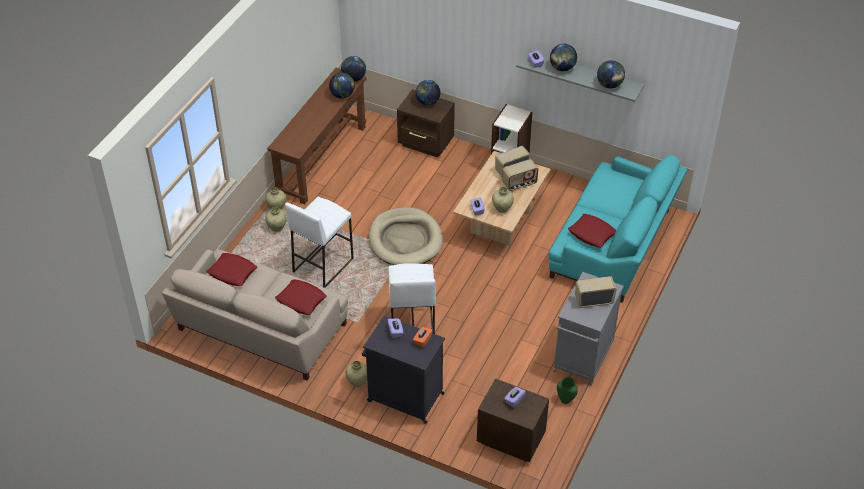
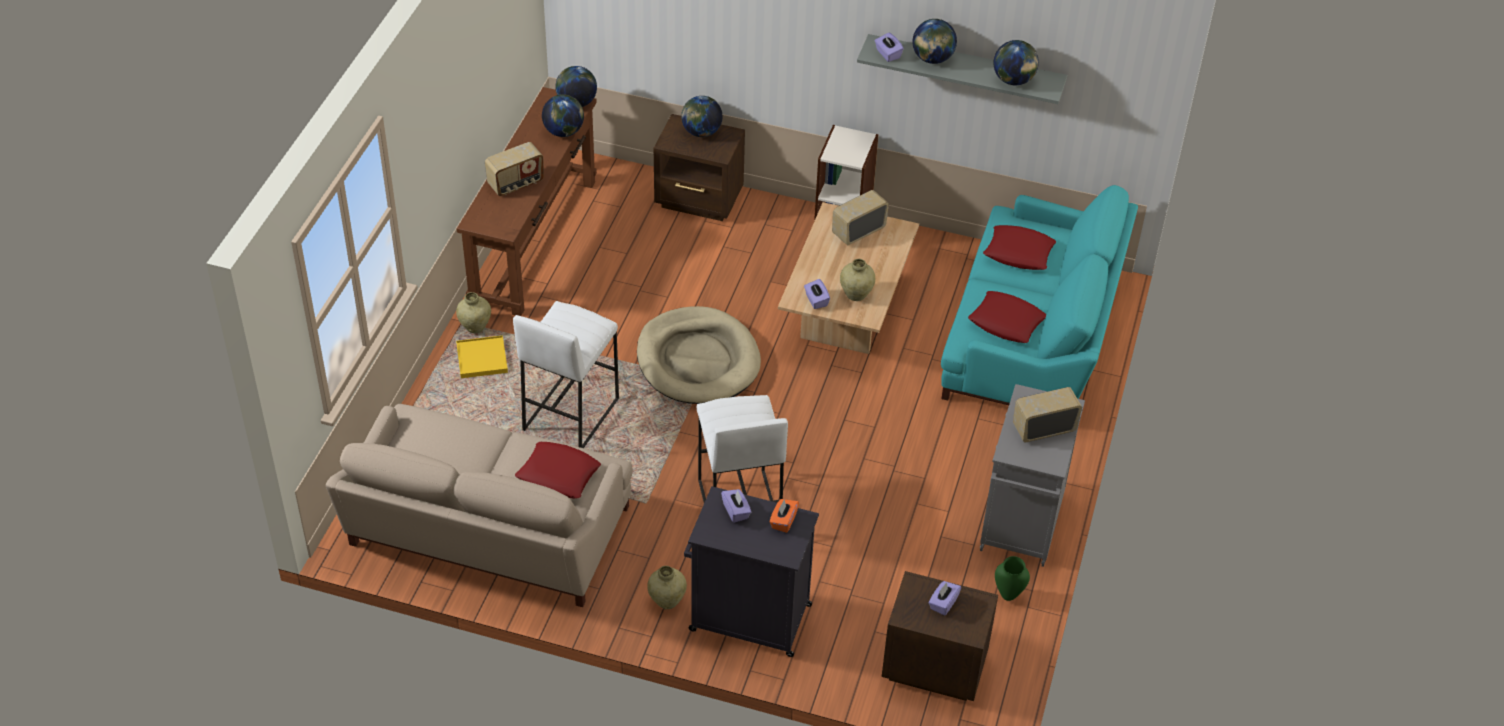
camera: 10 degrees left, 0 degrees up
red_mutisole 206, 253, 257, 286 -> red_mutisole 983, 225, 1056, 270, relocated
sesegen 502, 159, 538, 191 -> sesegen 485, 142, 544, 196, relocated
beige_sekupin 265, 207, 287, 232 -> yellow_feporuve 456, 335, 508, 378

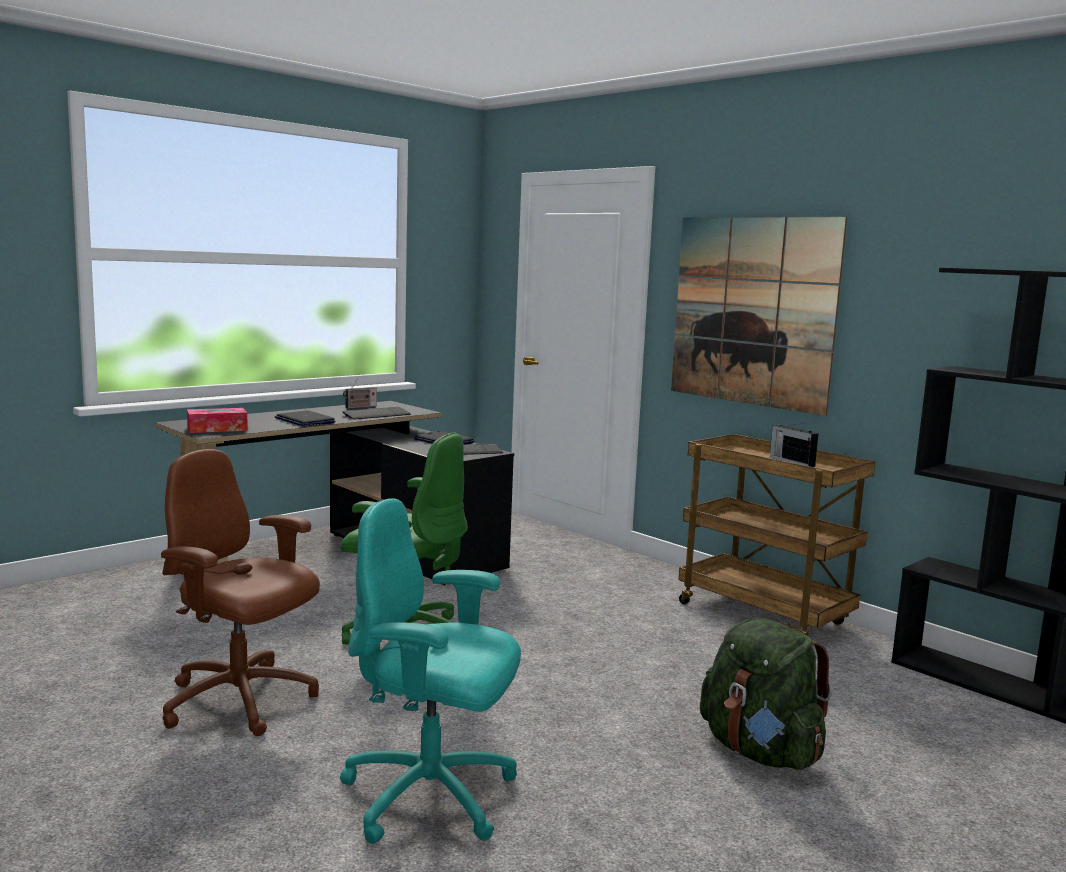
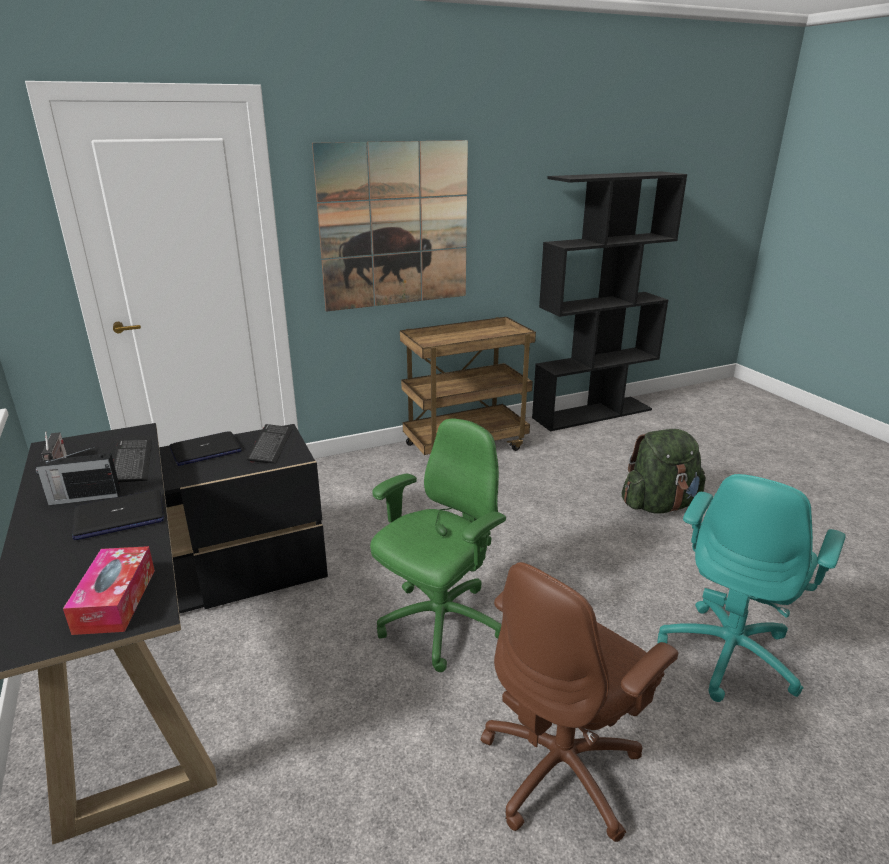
camera: 70 degrees left, 15 degrees up
sesegen 770, 423, 819, 467 -> sesegen 36, 446, 121, 505, relocated

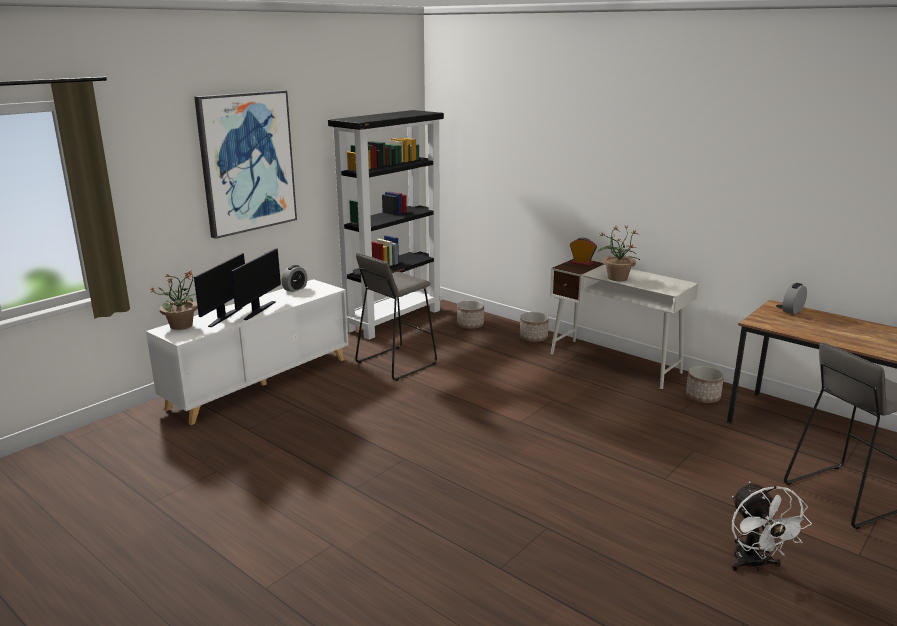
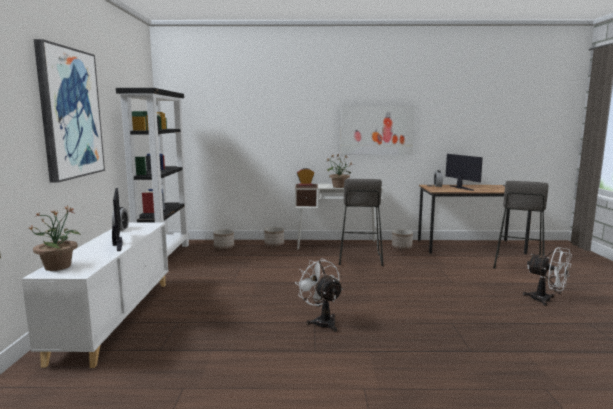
camera: 40 degrees left, 10 degrees down
none -> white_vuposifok 295, 258, 343, 332
none -> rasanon 340, 106, 415, 155
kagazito 194, 253, 245, 327 -> kagazito 446, 154, 483, 191, relocated
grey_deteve 355, 253, 437, 381 -> grey_deteve 339, 179, 384, 266, relocated

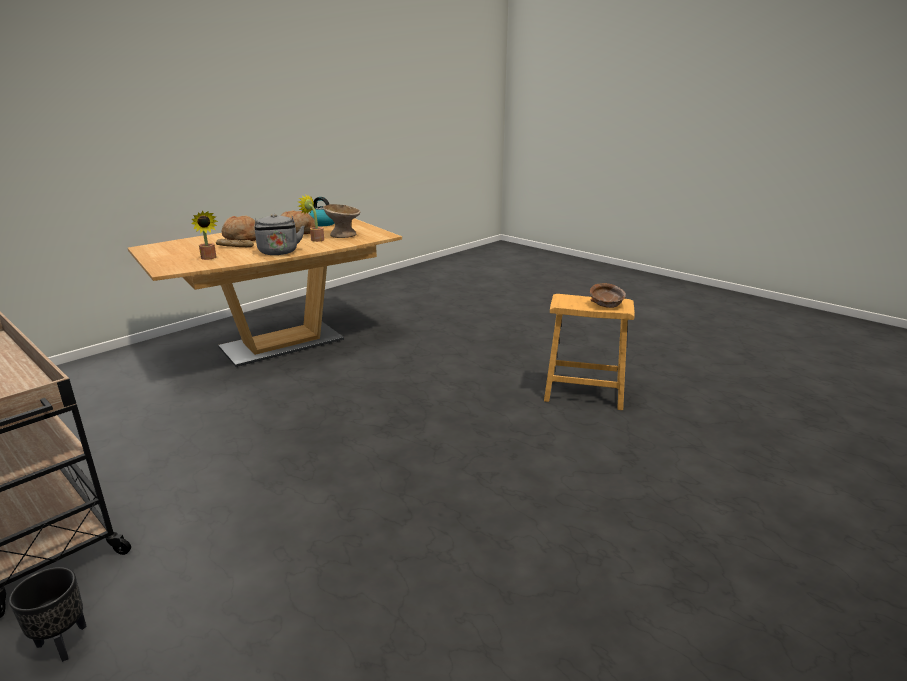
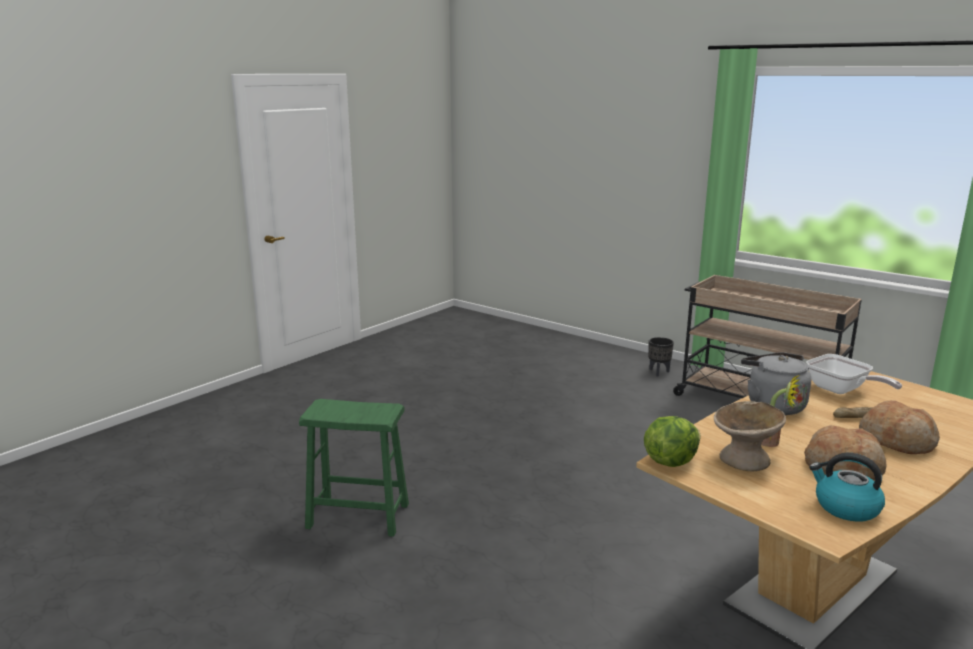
camera: 175 degrees right, 5 degrees down
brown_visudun 590, 283, 626, 308 -> none
none -> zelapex 644, 416, 701, 467
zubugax 191, 211, 218, 260 -> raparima 806, 354, 902, 394
brown_deteve 544, 294, 635, 410 -> green_deteve 299, 399, 409, 537

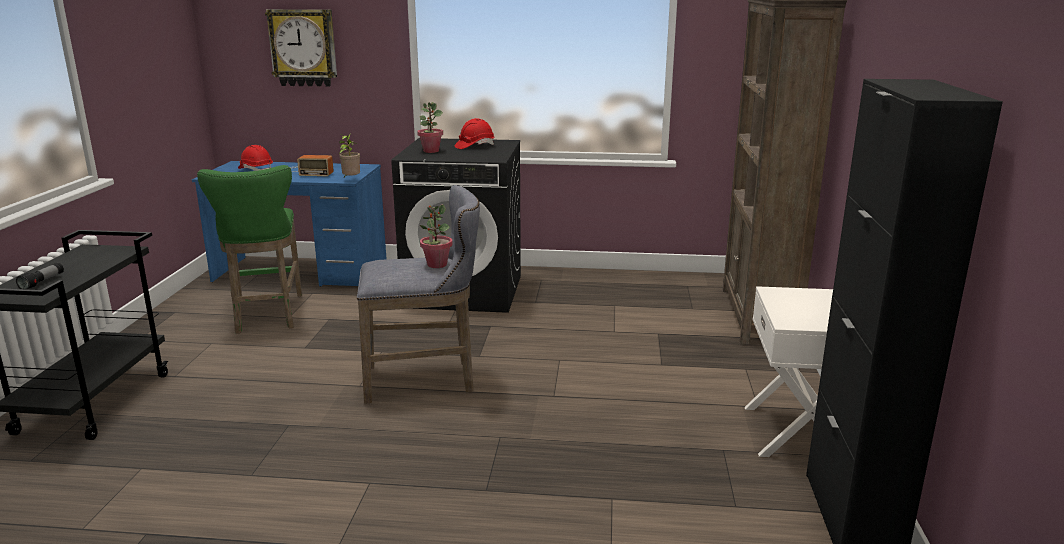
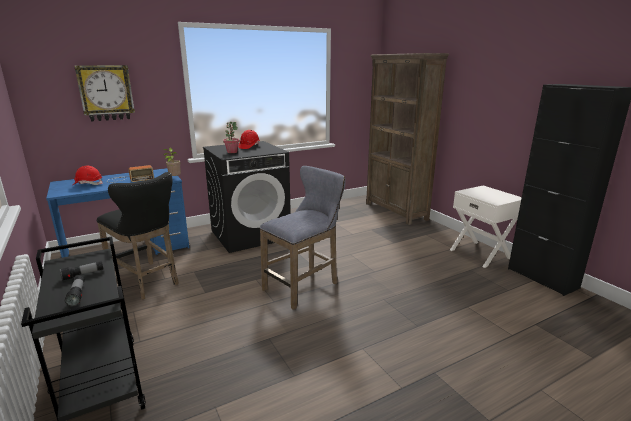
camera: 35 degrees left, 0 degrees up
zubugax 420, 204, 453, 268 -> none
none -> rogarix 60, 261, 103, 281
green_deteve 197, 165, 302, 334 -> black_deteve 97, 172, 179, 300

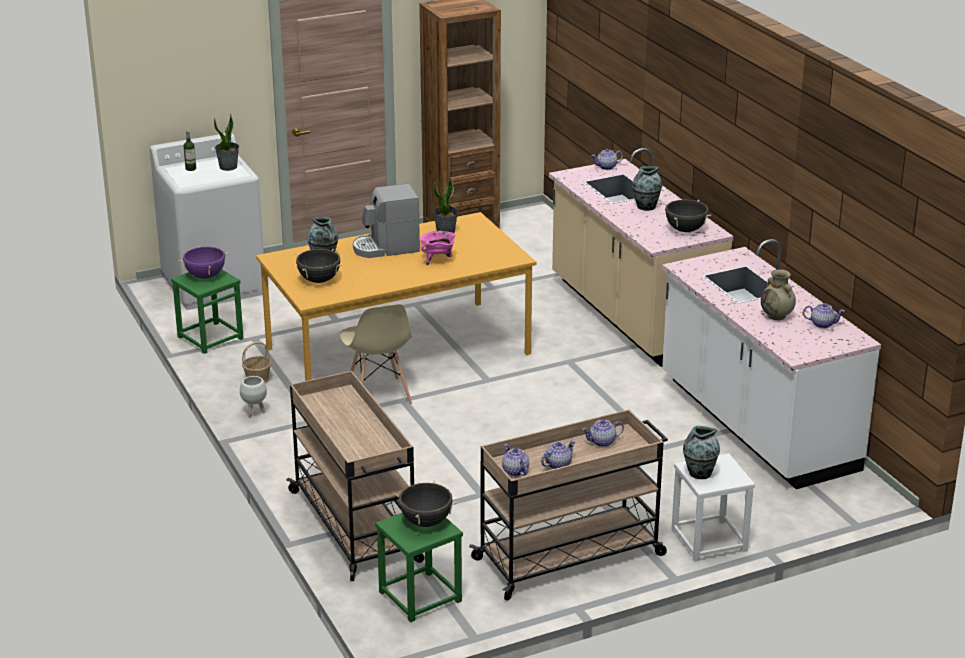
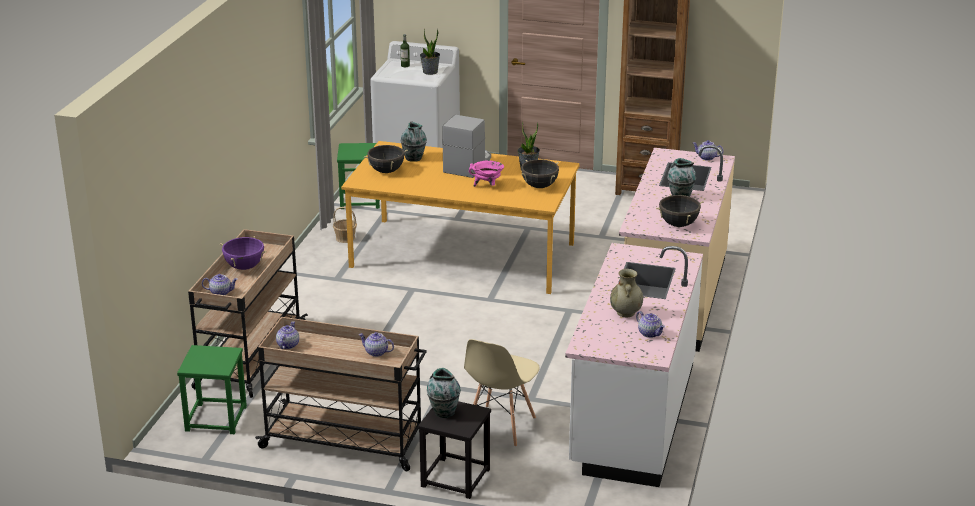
camera: 40 degrees right, 0 degrees up
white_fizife 240, 376, 267, 418 -> none
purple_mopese 178, 246, 230, 279 -> purple_mopese 220, 236, 267, 270, relocated
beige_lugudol 339, 304, 412, 405 -> beige_lugudol 464, 339, 540, 447, relocated
black_mopese 393, 480, 458, 527 -> black_mopese 521, 159, 559, 188, relocated
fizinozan 541, 440, 576, 469 -> fizinozan 202, 274, 238, 295, relocated
white_deteve 671, 453, 755, 562 -> black_deteve 418, 401, 491, 499
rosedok 353, 183, 420, 258 -> rosedok 442, 115, 491, 178, 90 degrees clockwise

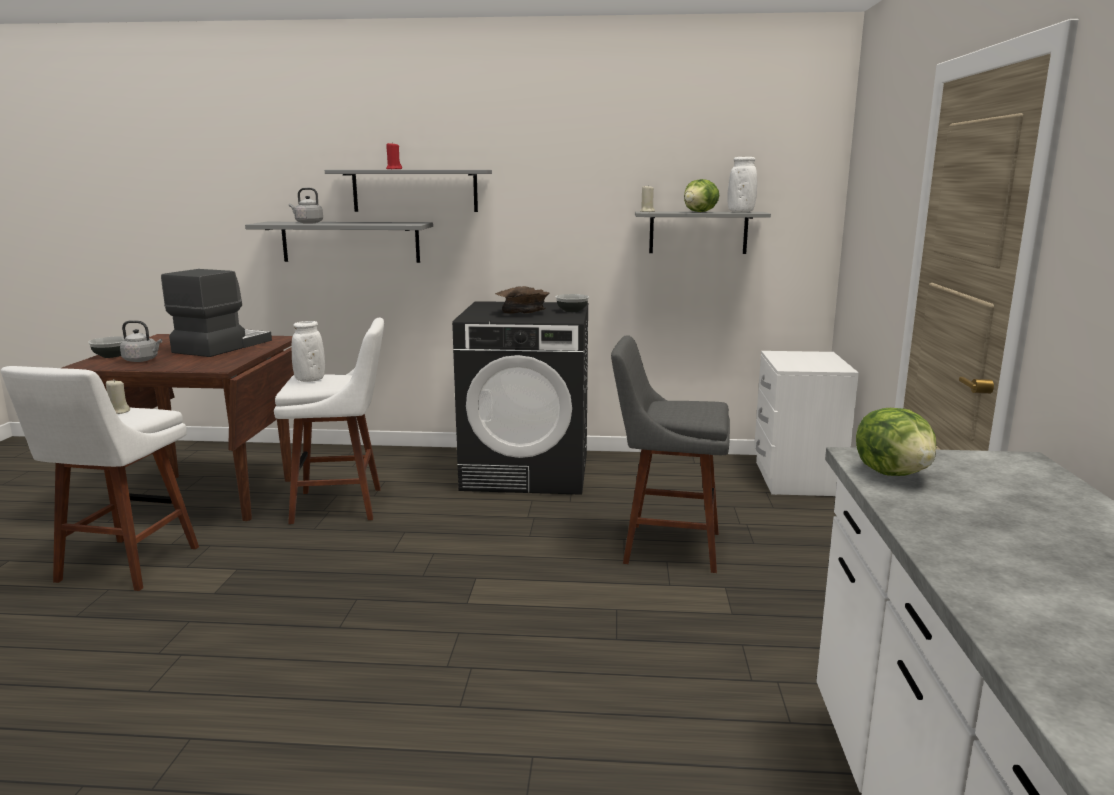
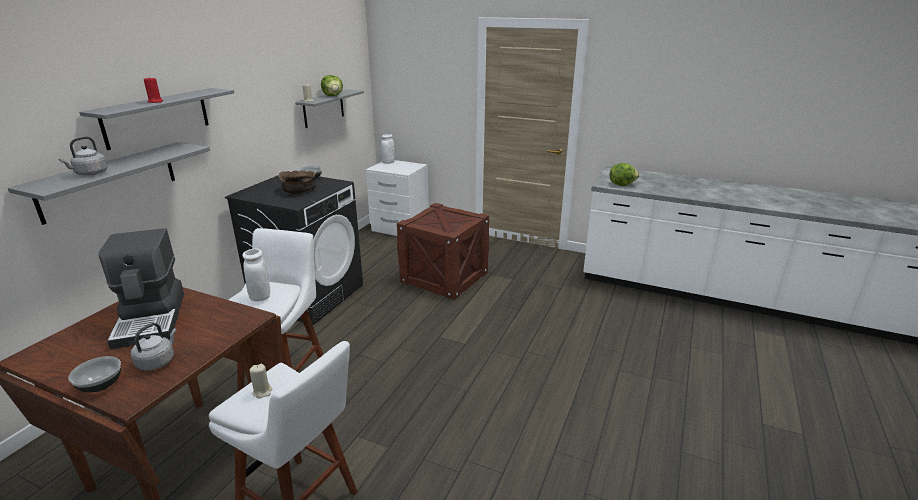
camera: 70 degrees left, 10 degrees up
white_sekupin 727, 157, 757, 212 -> white_sekupin 381, 134, 395, 164, relocated
grey_deteve 611, 335, 730, 573 -> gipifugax 397, 203, 489, 300
rosedok 161, 269, 272, 357 -> rosedok 98, 229, 184, 349, 150 degrees counterclockwise

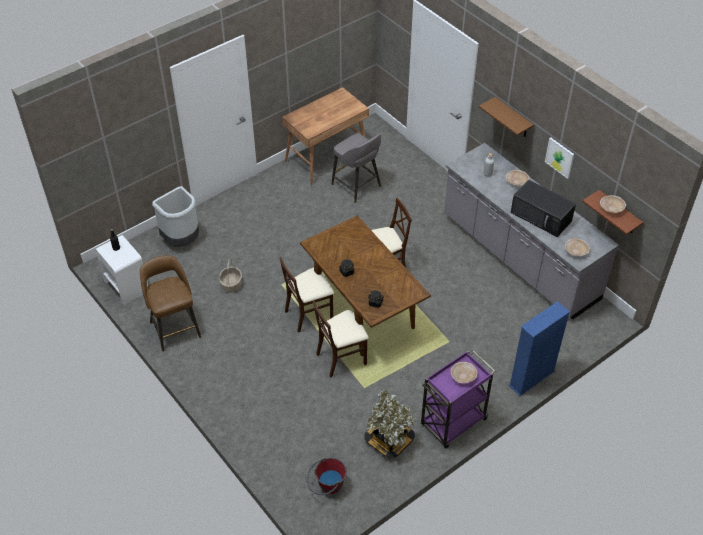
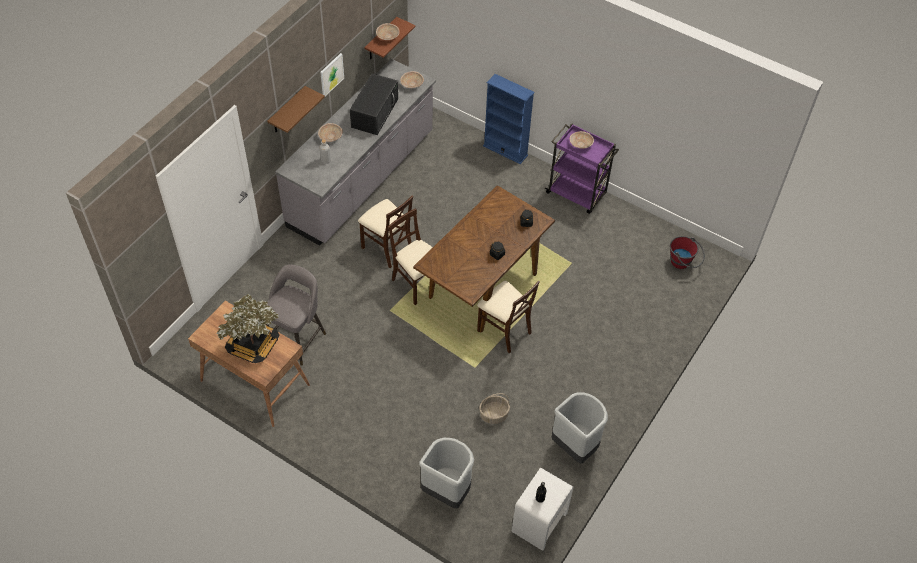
camera: 110 degrees left, 5 degrees up
beige_lugudol 313, 301, 369, 378 -> beige_lugudol 358, 196, 413, 268, relocated
zubugax 364, 389, 415, 458 -> zubugax 216, 294, 279, 363, relocated
brown_deteve 140, 255, 201, 351 -> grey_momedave 552, 392, 608, 463

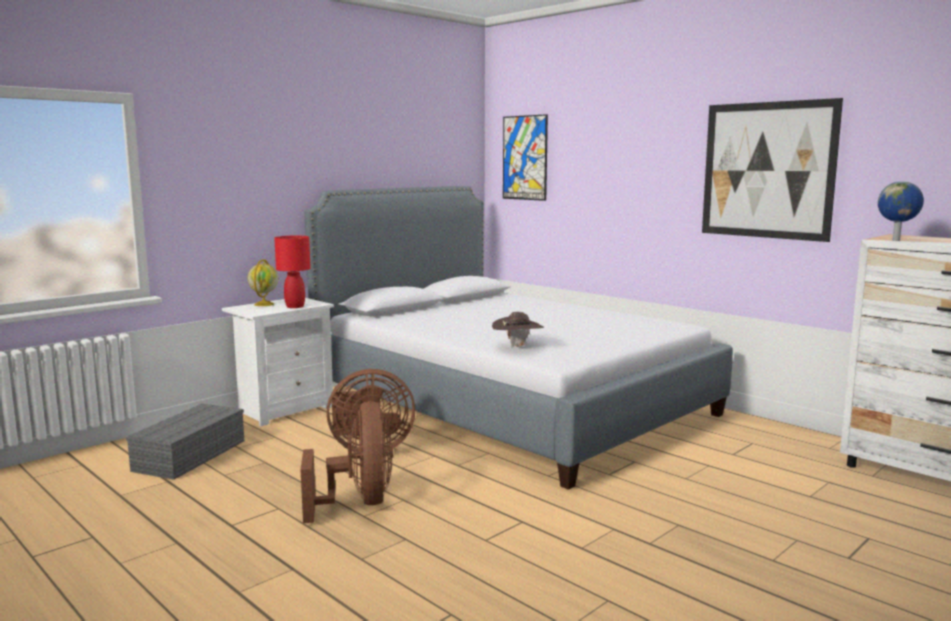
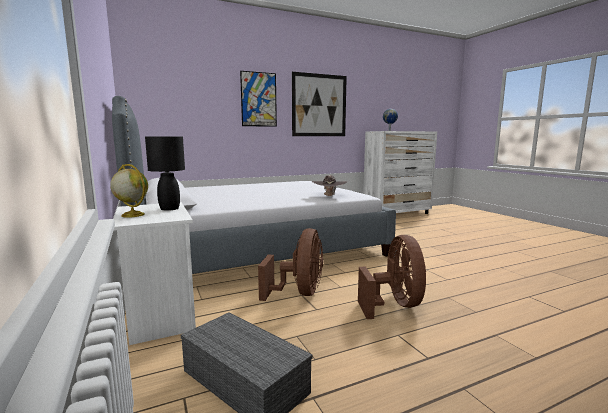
camera: 70 degrees left, 0 degrees up
rasanon 503, 114, 548, 201 -> rasanon 240, 71, 277, 127, relocated
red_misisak 274, 236, 311, 308 -> black_misisak 145, 137, 185, 211
brown_vuposifok 301, 401, 393, 523 -> brown_vuposifok 358, 235, 426, 319, 75 degrees clockwise

